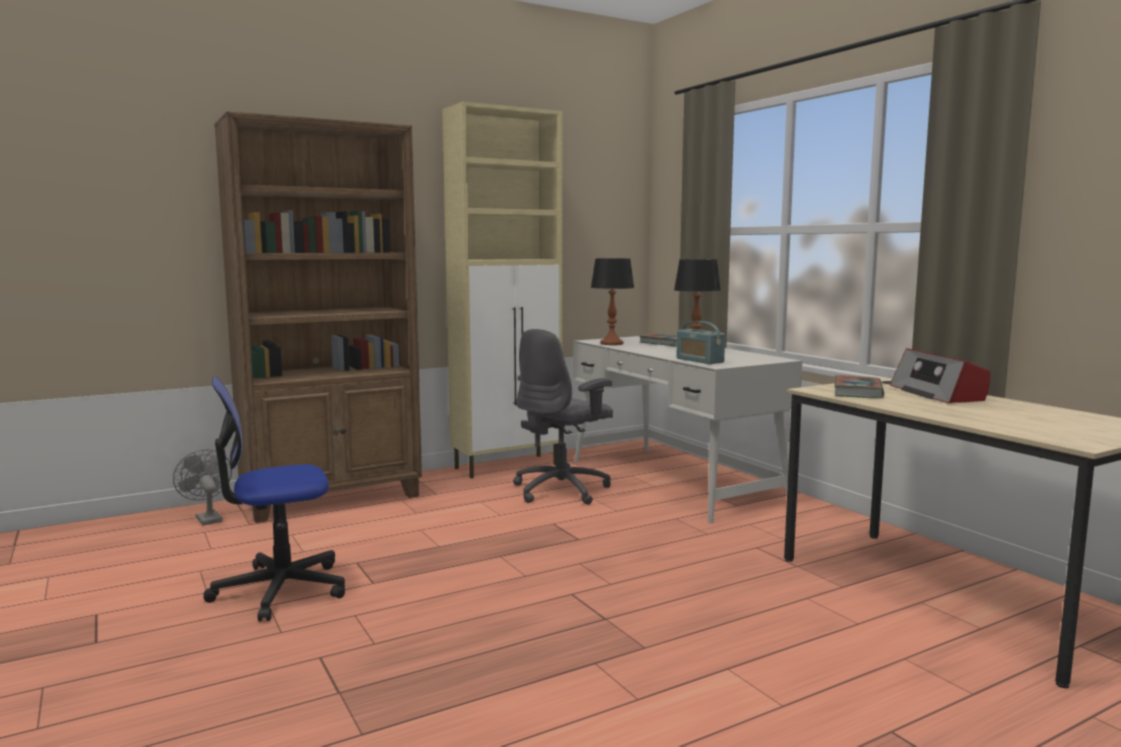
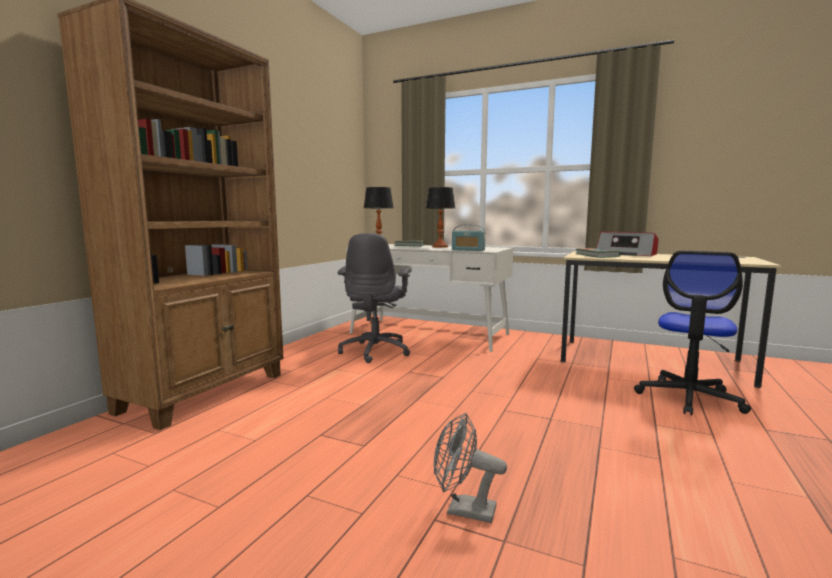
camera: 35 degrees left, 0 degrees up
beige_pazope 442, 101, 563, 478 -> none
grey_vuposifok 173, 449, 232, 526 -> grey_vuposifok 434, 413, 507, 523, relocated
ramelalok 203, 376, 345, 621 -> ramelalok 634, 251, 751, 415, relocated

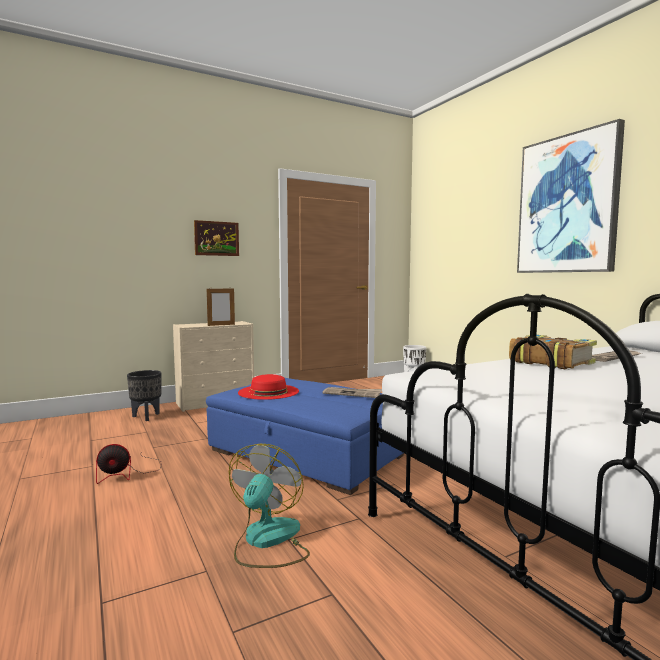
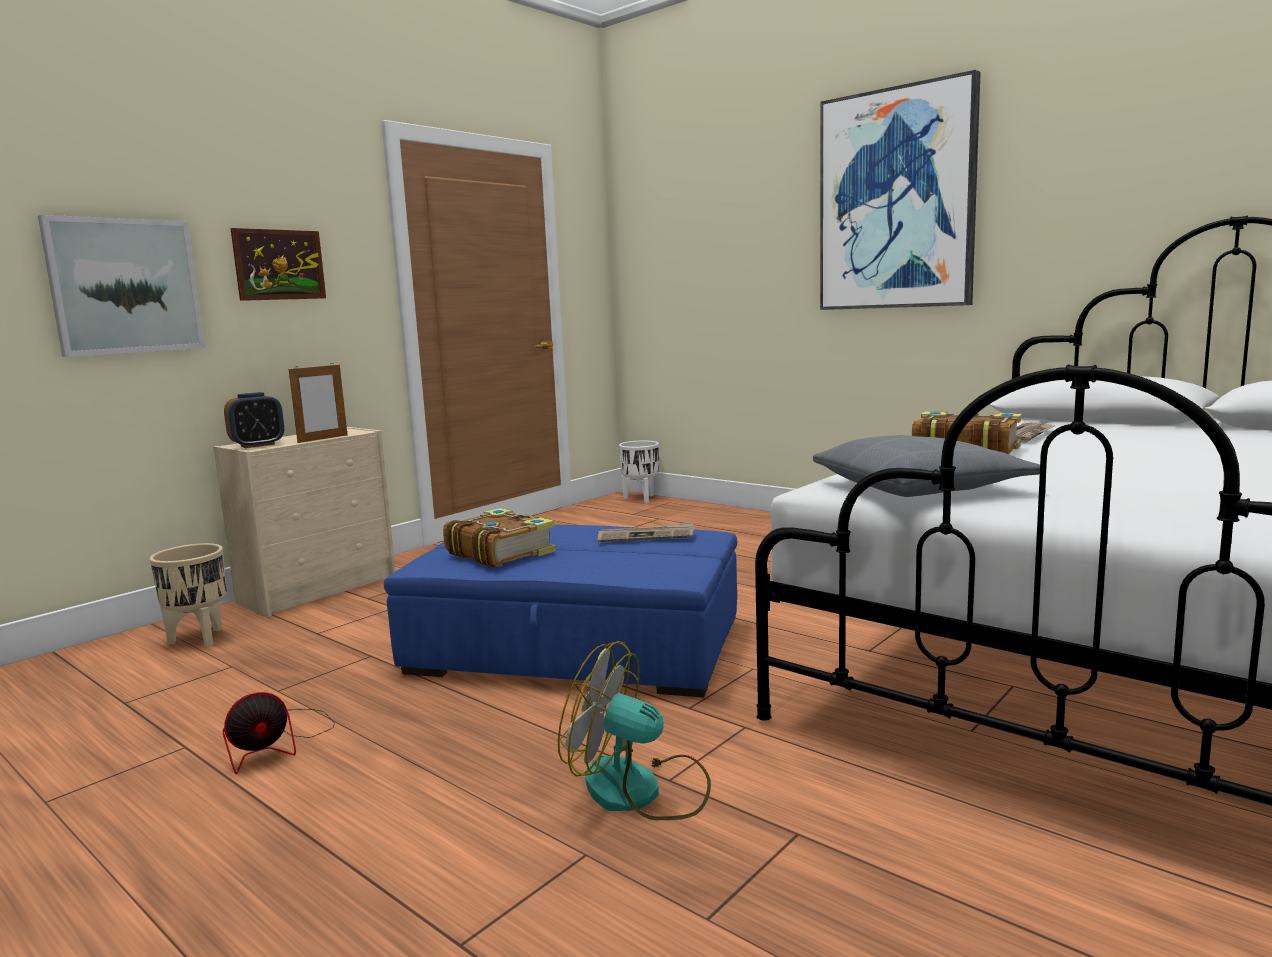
camera: 20 degrees left, 5 degrees up
none -> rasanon 38, 215, 205, 357
none -> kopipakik 224, 392, 284, 448
none -> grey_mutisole 813, 435, 1040, 497
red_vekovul 238, 374, 299, 400 -> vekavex 443, 508, 556, 567
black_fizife 127, 370, 161, 421 -> beige_fizife 150, 543, 227, 647
vuposifok 229, 444, 310, 568 -> vuposifok 558, 641, 711, 820, 60 degrees counterclockwise

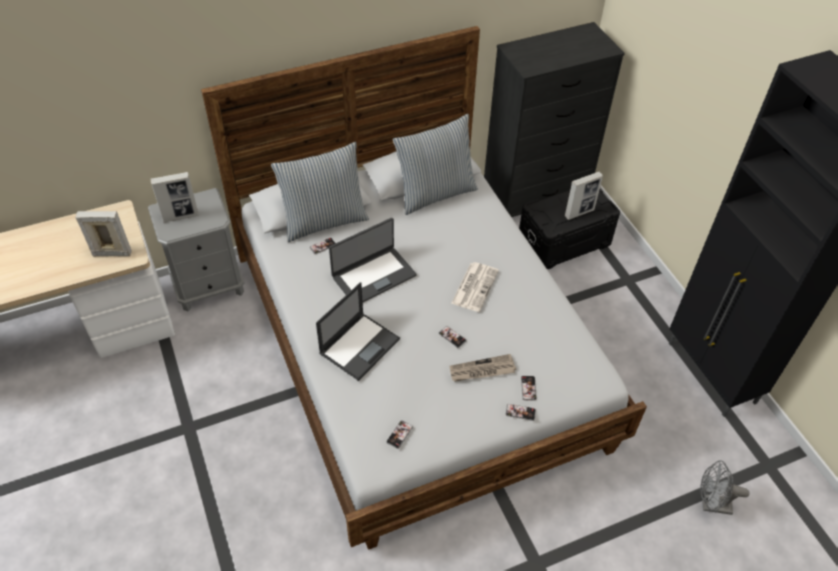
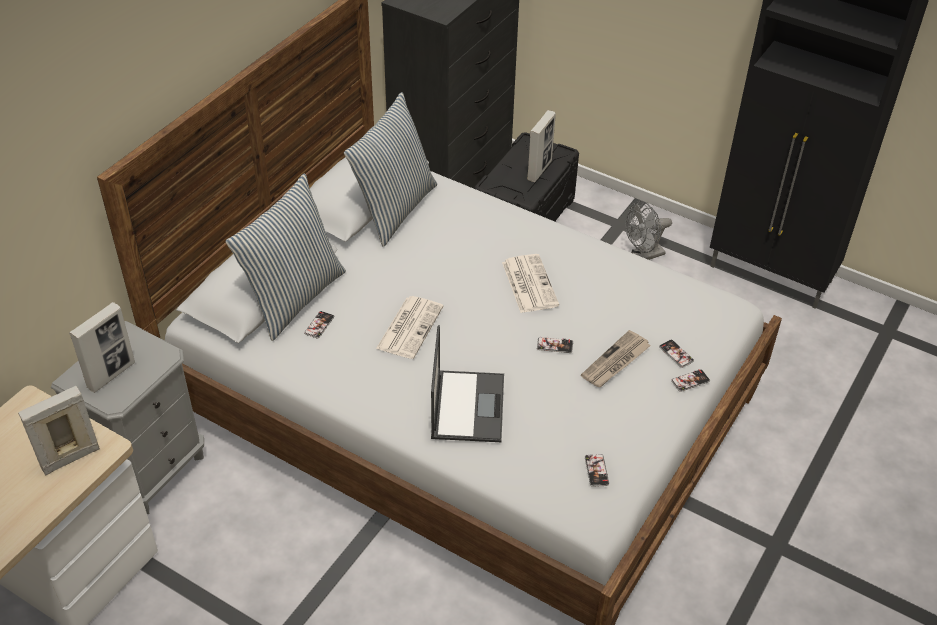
camera: 35 degrees left, 5 degrees down
grey_vuposifok 700, 460, 750, 515 -> grey_vuposifok 625, 201, 672, 260, relocated
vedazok 329, 218, 417, 302 -> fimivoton 376, 296, 443, 359

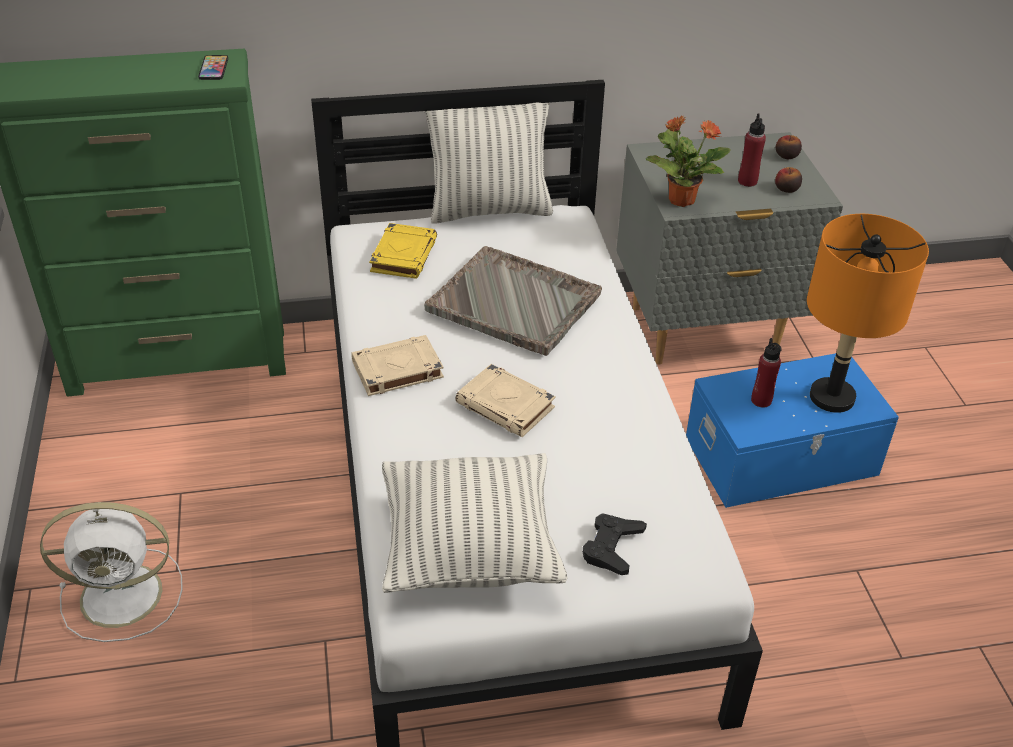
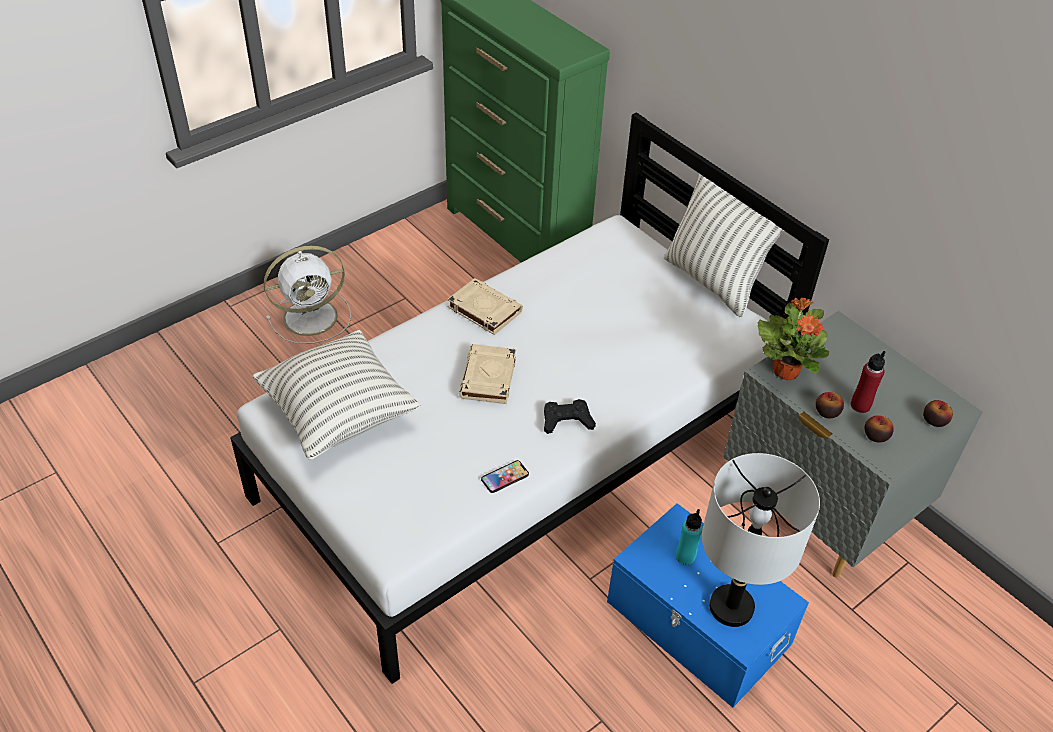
camera: 60 degrees right, 5 degrees up
yellow_vekavex 369, 223, 437, 279 -> none
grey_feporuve 424, 246, 602, 356 -> none
none -> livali 816, 392, 844, 419
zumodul 198, 55, 228, 80 -> zumodul 481, 460, 529, 493, relocated
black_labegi 582, 513, 647, 575 -> black_labegi 544, 399, 596, 434, relocated
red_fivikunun 751, 338, 782, 408 -> turquoise_fivikunun 676, 509, 703, 565
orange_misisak 807, 214, 929, 413 -> grey_misisak 702, 453, 820, 627
white_vuposifok 40, 502, 183, 642 -> white_vuposifok 264, 246, 351, 344, 75 degrees counterclockwise

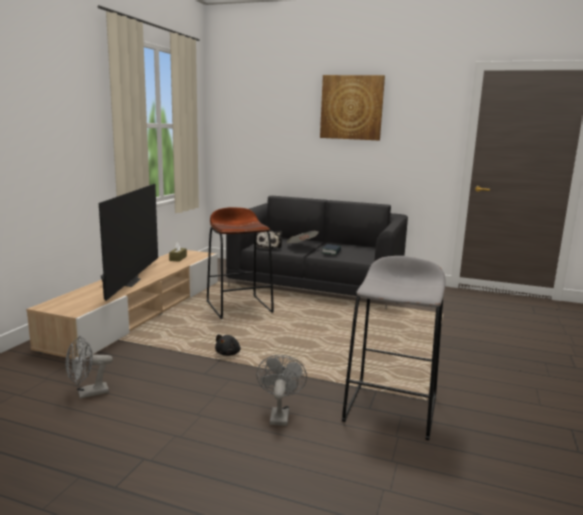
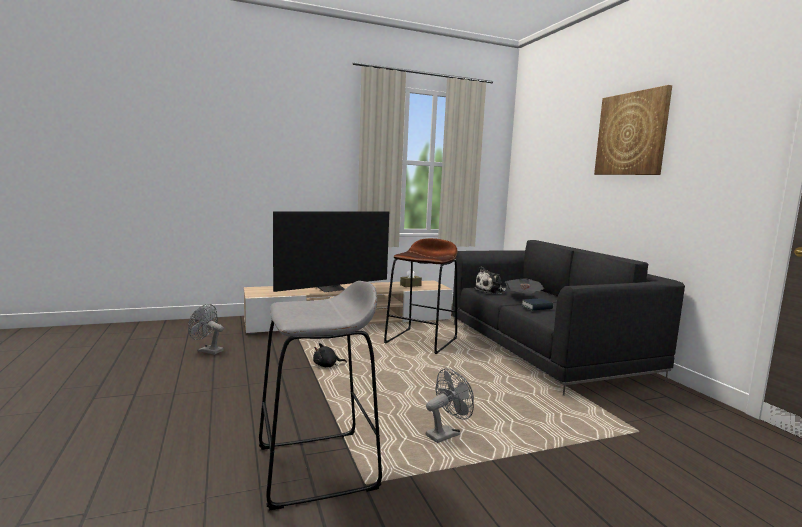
camera: 50 degrees right, 5 degrees down
grey_vuposifok 256, 355, 307, 426 -> grey_vuposifok 426, 368, 474, 443, relocated

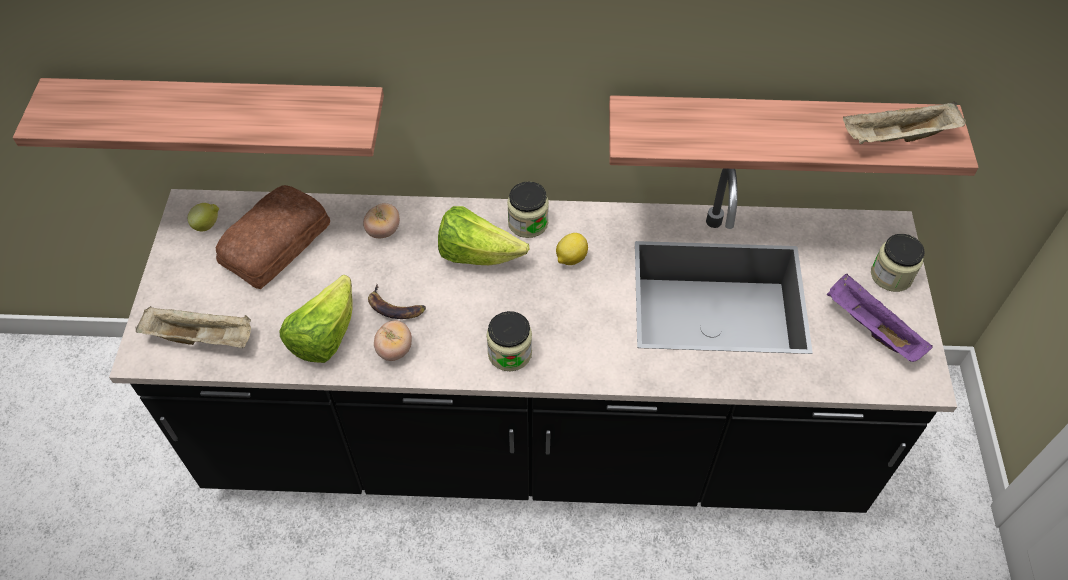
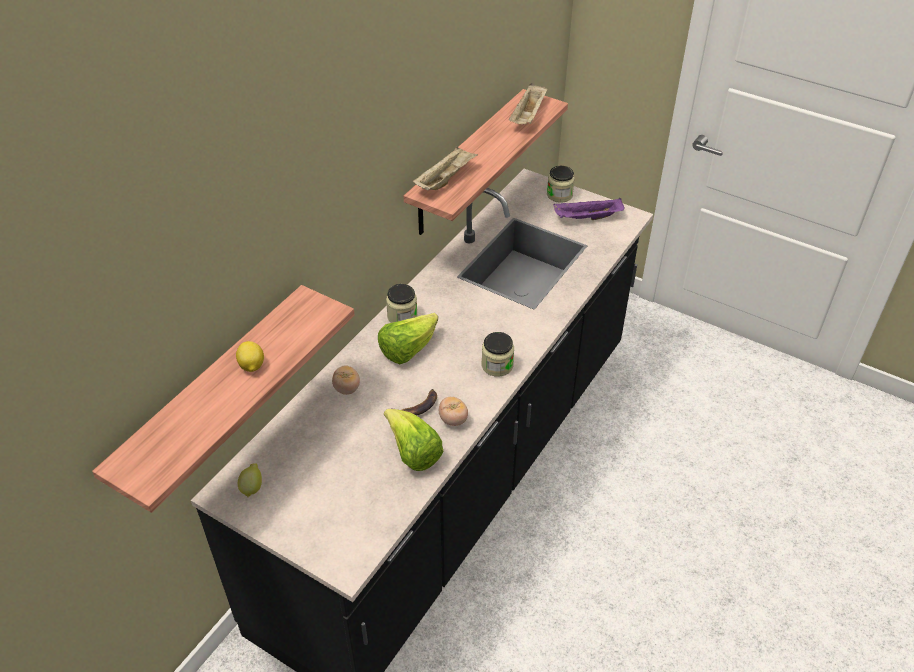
camera: 60 degrees left, 10 degrees down
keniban 215, 185, 330, 289 -> none
beige_feporuve 135, 306, 251, 348 -> beige_feporuve 413, 146, 478, 190, relocated
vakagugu 556, 233, 588, 265 -> vakagugu 236, 341, 264, 372, relocated

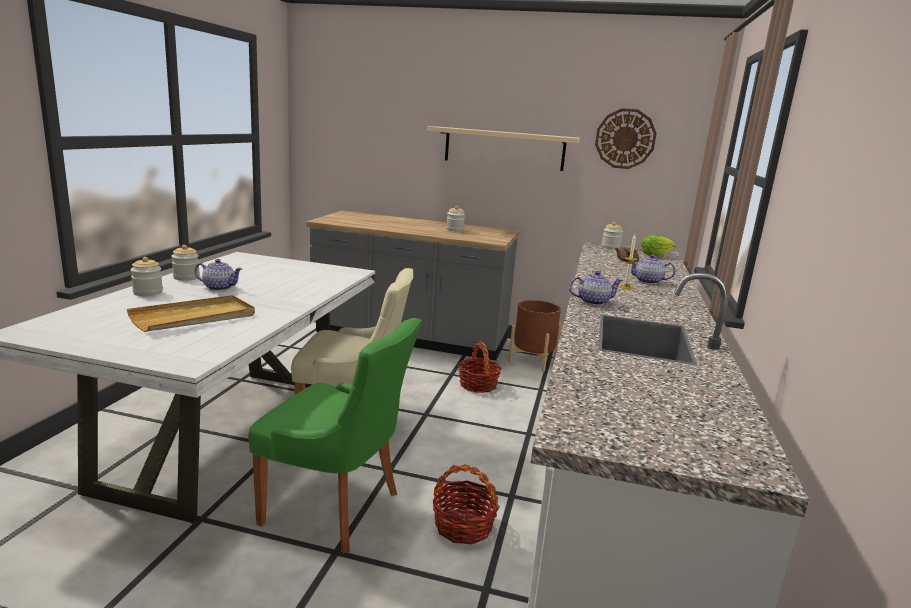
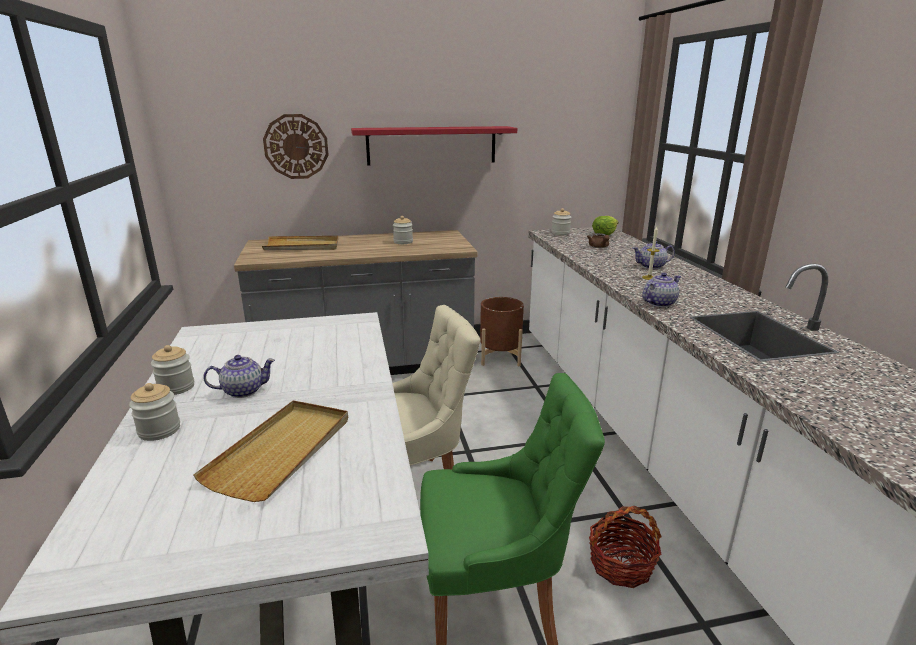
camera: 25 degrees left, 5 degrees up
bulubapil 458, 342, 502, 393 -> none
none -> beige_feporuve 262, 236, 338, 250
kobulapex 595, 108, 657, 169 -> kobulapex 263, 114, 329, 179, relocated
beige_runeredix 427, 126, 580, 171 -> red_runeredix 351, 126, 517, 166

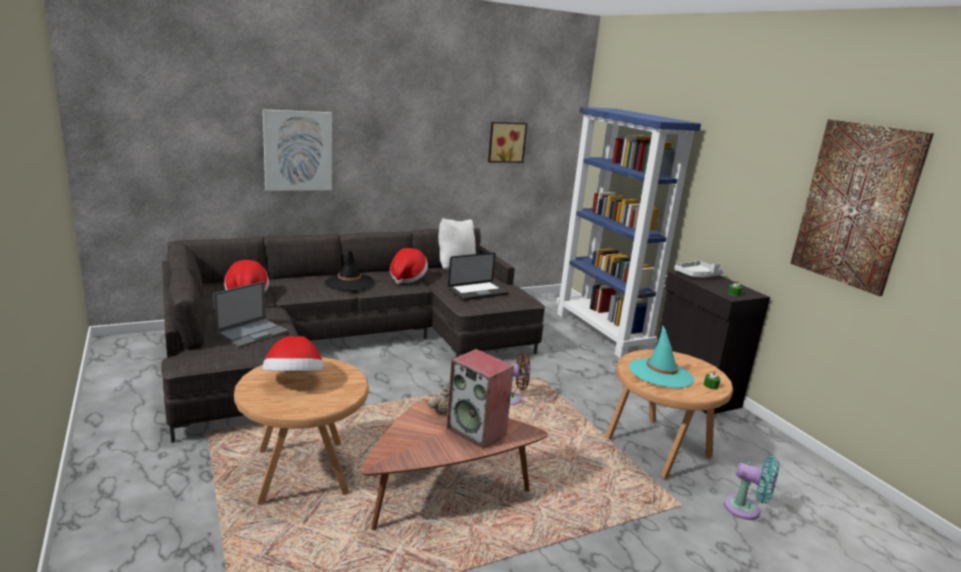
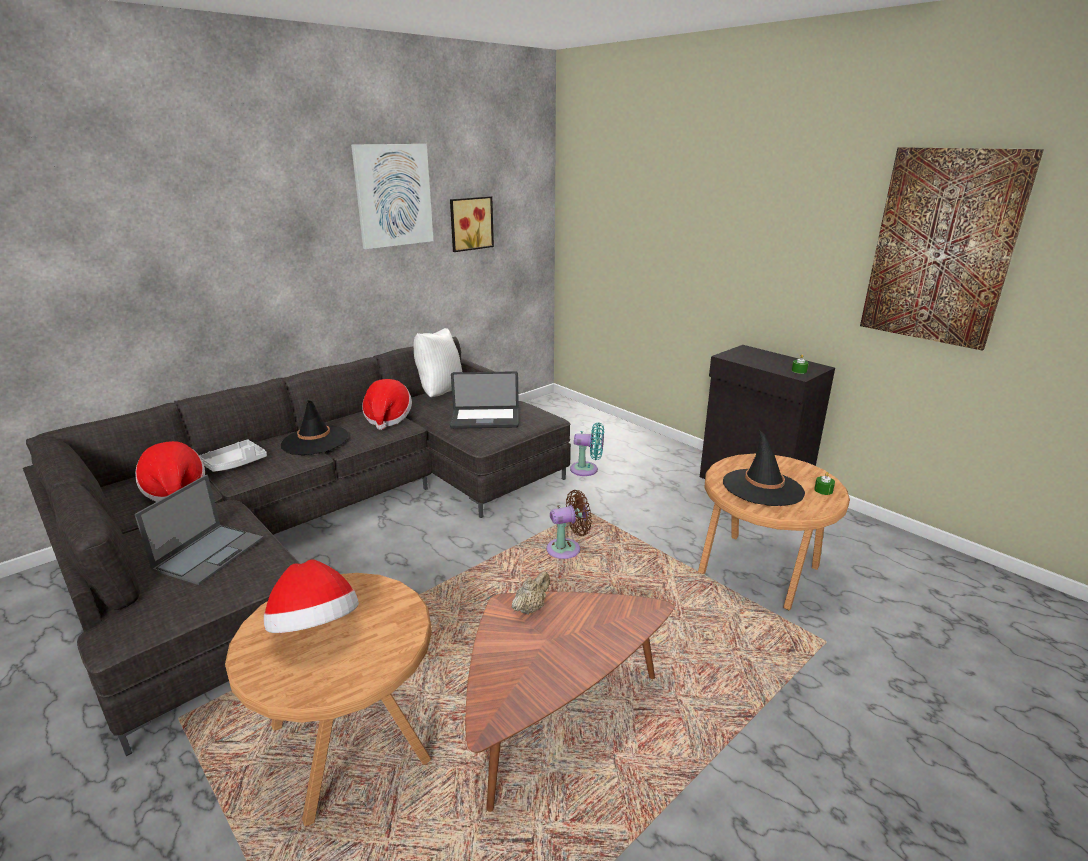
camera: 15 degrees left, 5 degrees up
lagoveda 446, 349, 514, 449 -> none
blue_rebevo 556, 107, 701, 359 -> none
rasanon 263, 109, 332, 191 -> rasanon 351, 144, 434, 249, relocated
grey_feporuve 674, 261, 724, 277 -> grey_feporuve 199, 440, 267, 472, relocated
turquoise_vuposifok 724, 456, 779, 520 -> turquoise_vuposifok 570, 422, 604, 476, relocated
turquoise_vekovul 629, 325, 694, 388 -> black_vekovul 723, 430, 805, 506
vedazok 448, 252, 509, 300 -> vedazok 450, 371, 519, 429, 45 degrees clockwise

